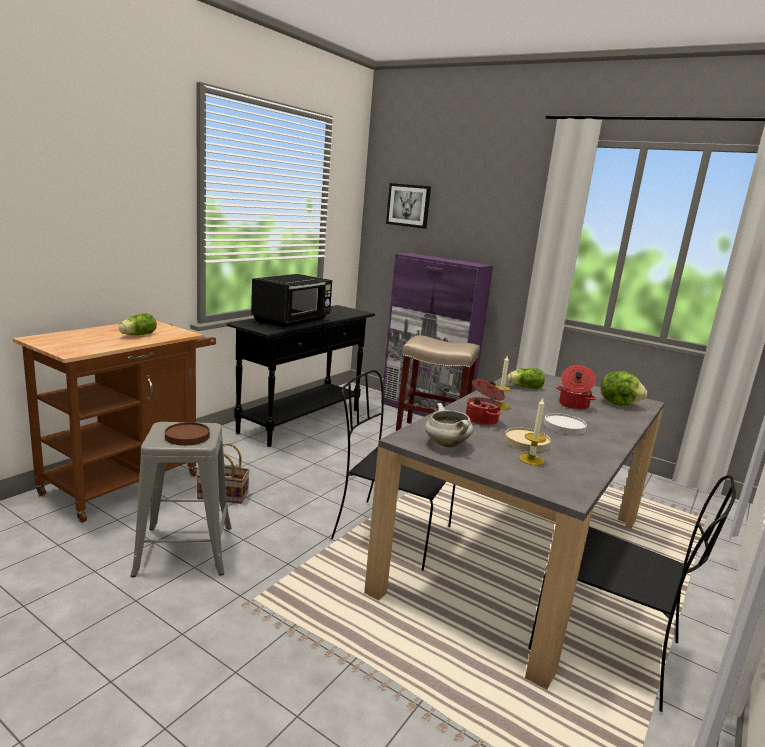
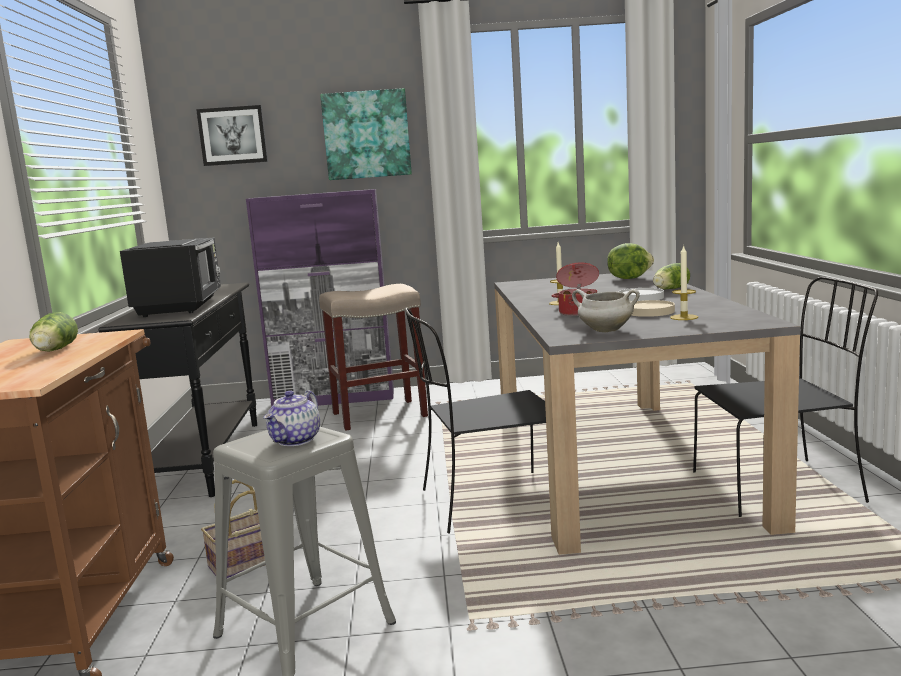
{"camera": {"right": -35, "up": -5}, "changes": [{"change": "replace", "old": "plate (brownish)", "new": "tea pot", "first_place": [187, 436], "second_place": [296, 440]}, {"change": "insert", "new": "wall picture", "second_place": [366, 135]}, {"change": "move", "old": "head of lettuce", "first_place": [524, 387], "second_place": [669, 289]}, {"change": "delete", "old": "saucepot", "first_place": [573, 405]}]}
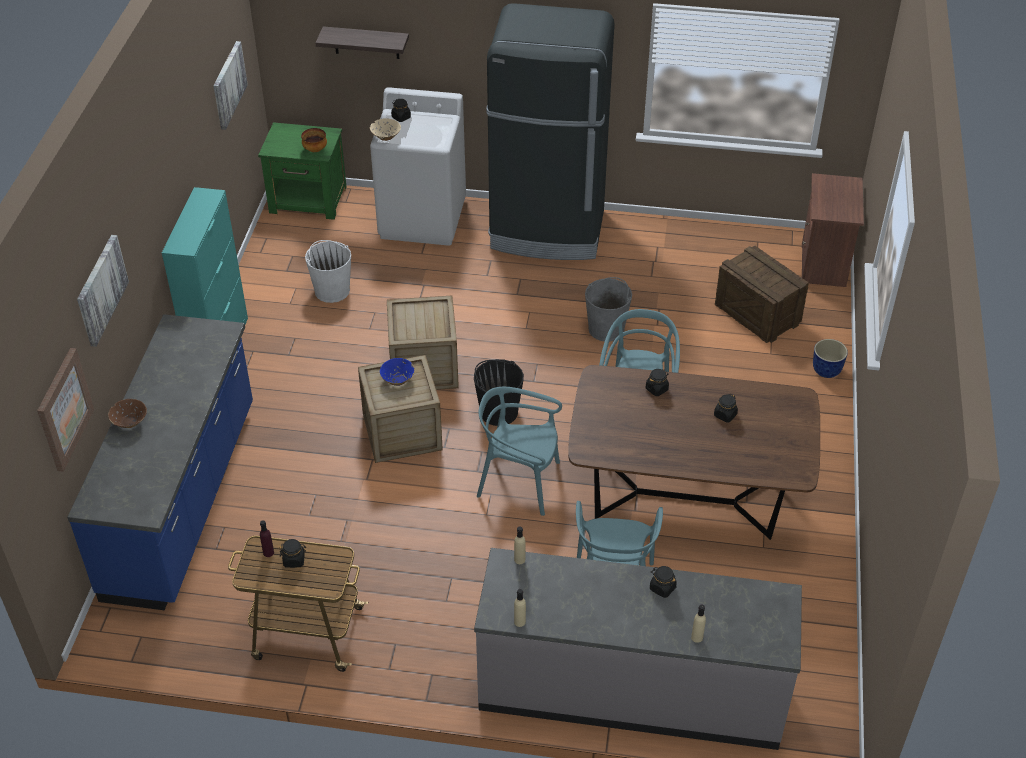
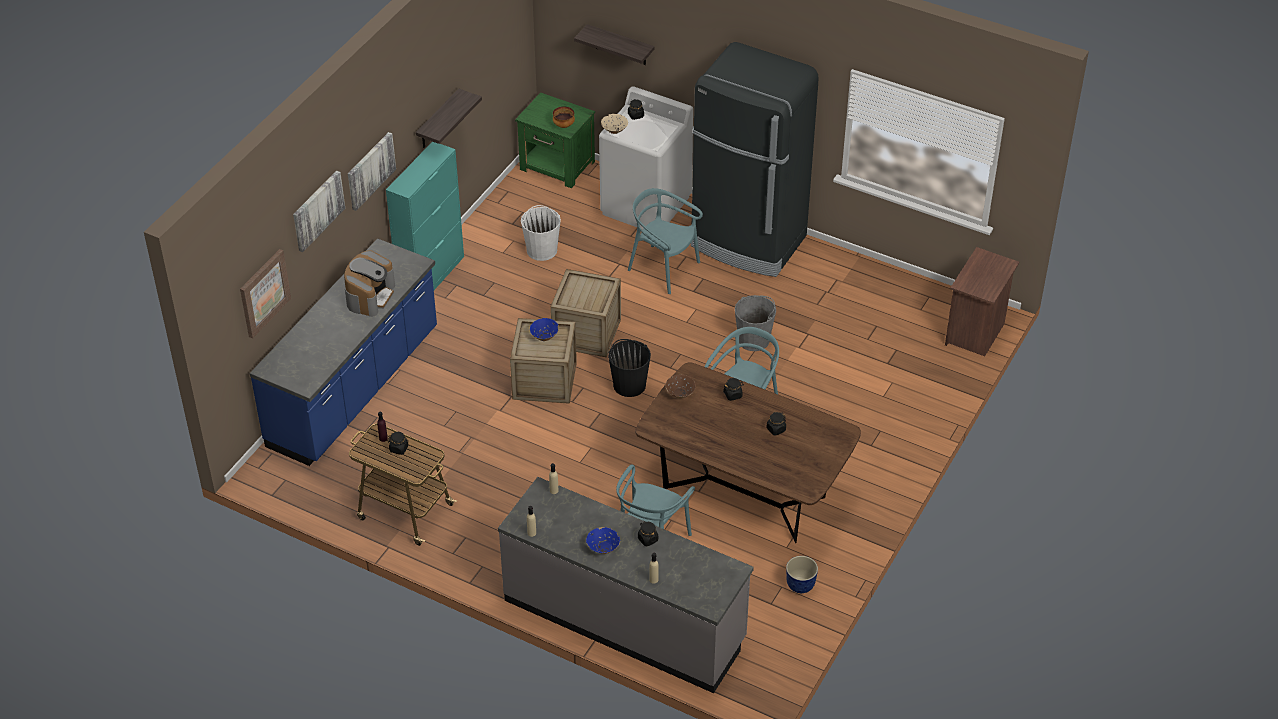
{"camera": {"right": 20, "up": 0}, "changes": [{"change": "insert", "new": "coffee brewer", "second_place": [370, 296]}, {"change": "move", "old": "wall picture", "first_place": [228, 84], "second_place": [370, 170]}, {"change": "insert", "new": "shelf", "second_place": [438, 120]}, {"change": "insert", "new": "serving bowl (blue-coloured)", "second_place": [603, 548]}, {"change": "move", "old": "upright chair (turquoise-coloured)", "first_place": [519, 482], "second_place": [663, 268]}, {"change": "move", "old": "serving bowl (brownish)", "first_place": [130, 422], "second_place": [680, 393]}, {"change": "move", "old": "flower pot", "first_place": [827, 371], "second_place": [801, 586]}, {"change": "delete", "old": "shipping crate", "first_place": [758, 314]}]}
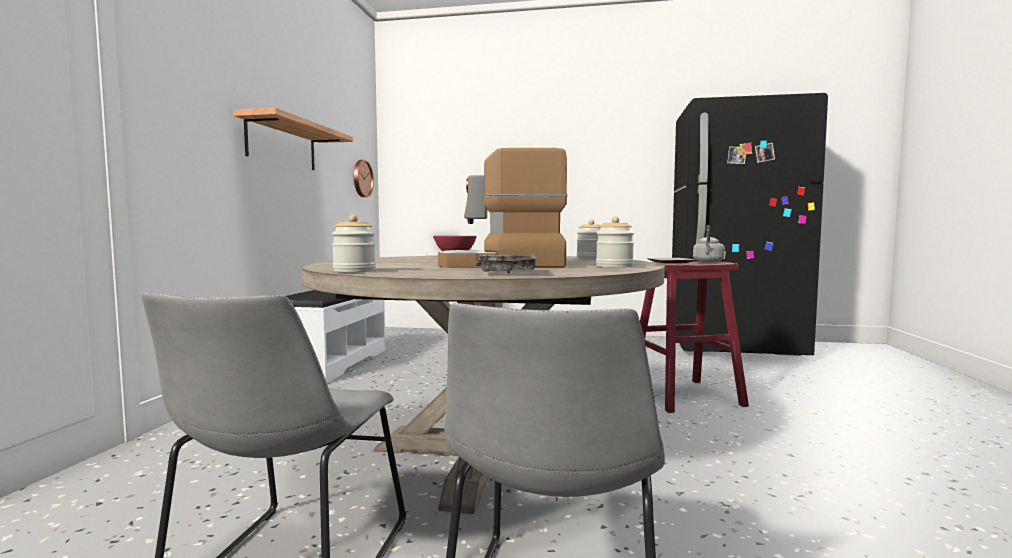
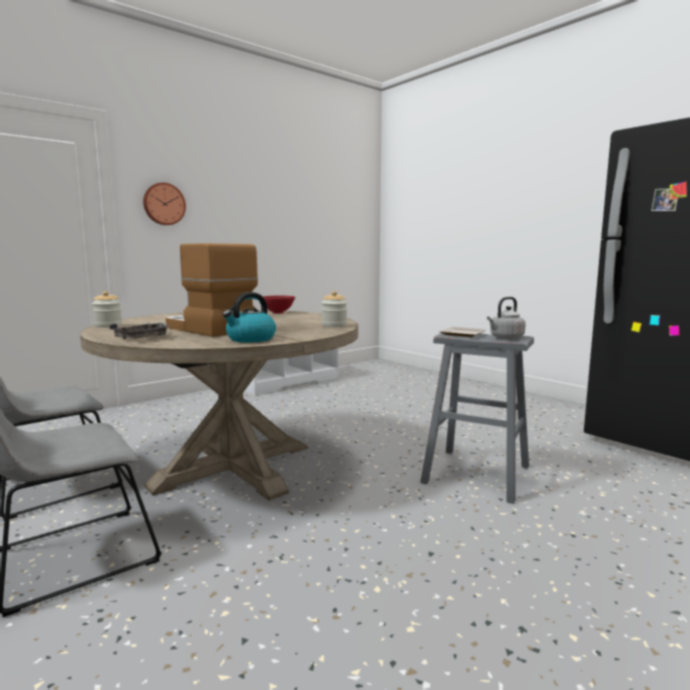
{"camera": {"right": 40, "up": 5}, "changes": [{"change": "move", "old": "wall clock", "first_place": [361, 178], "second_place": [164, 204]}, {"change": "replace", "old": "preserve jar", "new": "kettle", "first_place": [614, 266], "second_place": [250, 339]}, {"change": "recolor", "old": "stool seat (red)", "new": "stool seat (grey)", "first_place": [684, 395], "second_place": [477, 474]}, {"change": "delete", "old": "shelf", "first_place": [282, 144]}]}
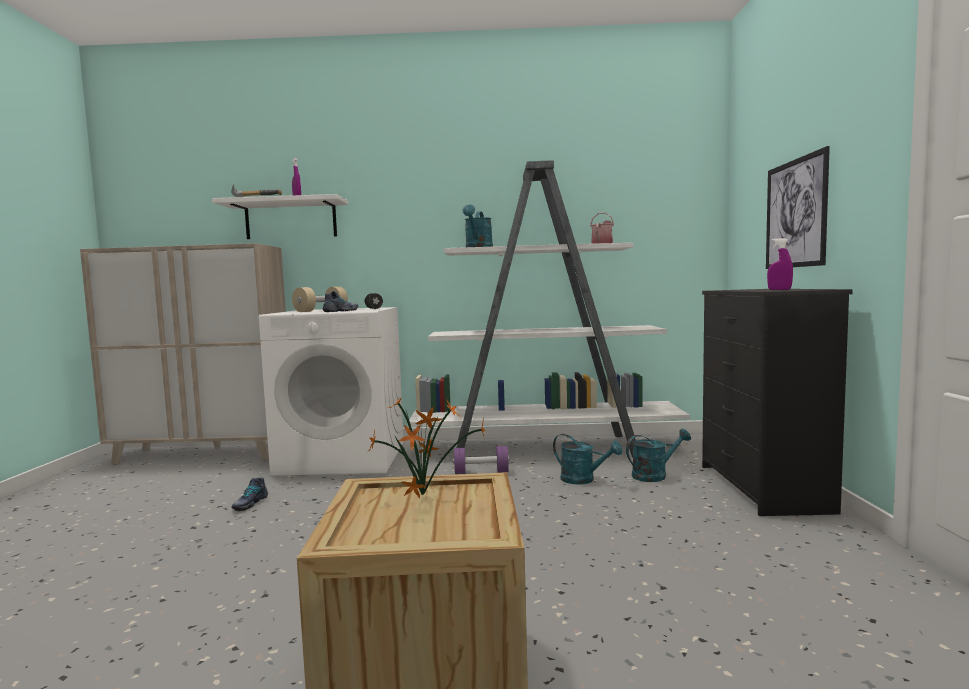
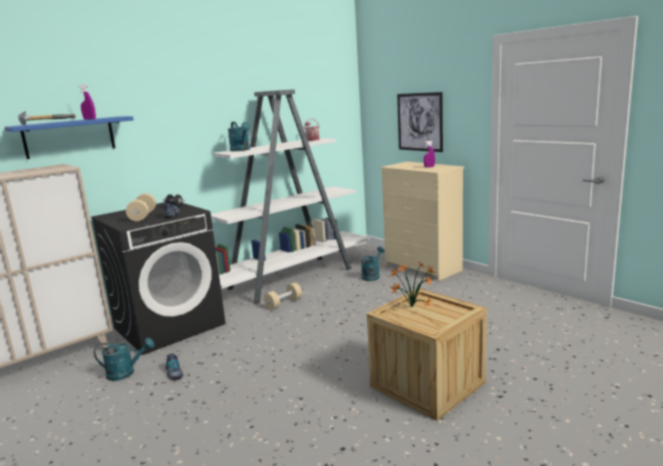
{"camera": {"right": -40, "up": 10}, "changes": [{"change": "recolor", "old": "shelf (whitish)", "new": "shelf (blue-coloured)", "first_place": [291, 220], "second_place": [69, 137]}, {"change": "recolor", "old": "laundry appliance (whitish)", "new": "laundry appliance (black-coloured)", "first_place": [344, 457], "second_place": [170, 325]}, {"change": "move", "old": "sprinkling can (turquoise-coloured)", "first_place": [583, 480], "second_place": [126, 373]}, {"change": "recolor", "old": "free weight (purplish)", "new": "free weight (sand-coloured)", "first_place": [481, 472], "second_place": [284, 303]}, {"change": "recolor", "old": "chest of drawers (black-coloured)", "new": "chest of drawers (sand-coloured)", "first_place": [762, 488], "second_place": [423, 268]}]}
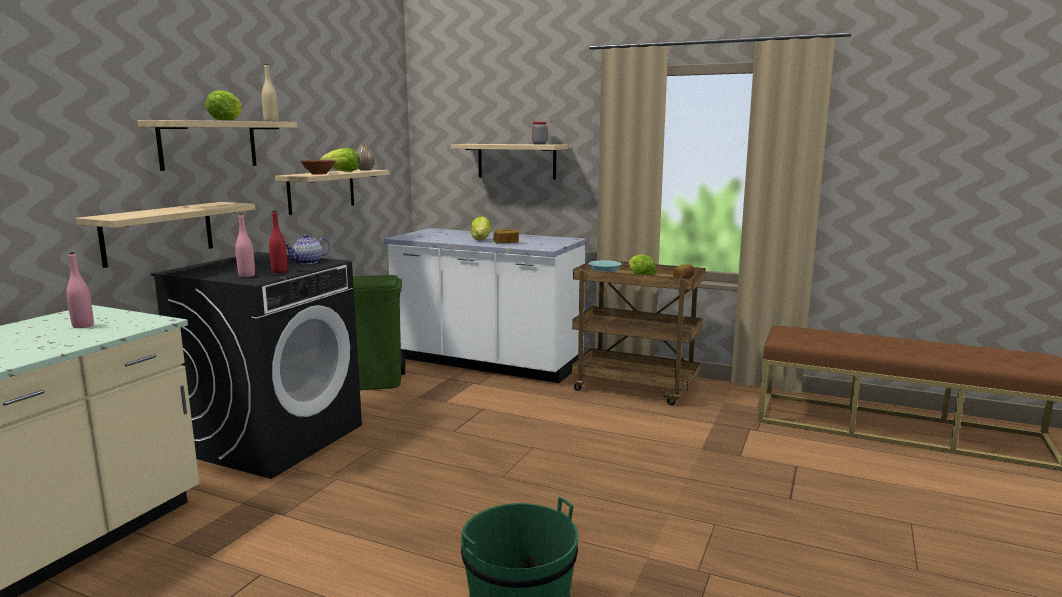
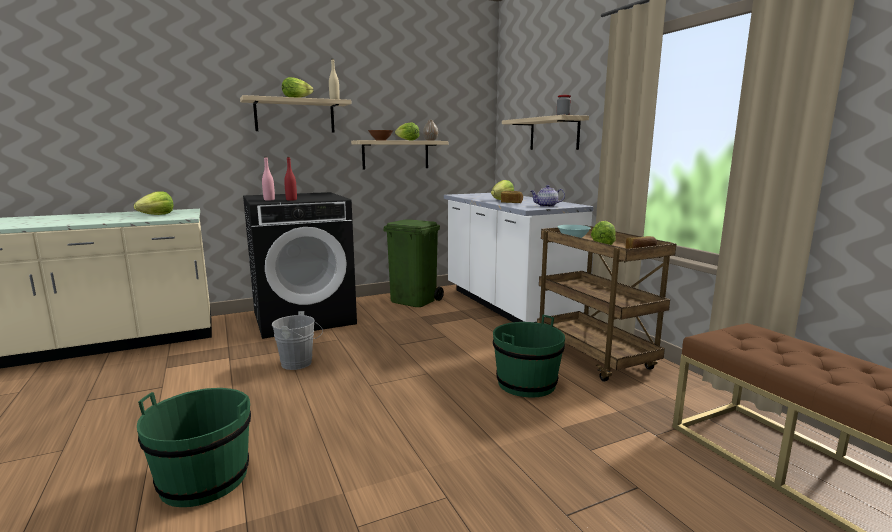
{"camera": {"right": 40, "up": 0}, "changes": [{"change": "replace", "old": "bottle (pink)", "new": "head of lettuce", "first_place": [83, 326], "second_place": [157, 215]}, {"change": "insert", "new": "pail (grey)", "second_place": [300, 363]}, {"change": "insert", "new": "pail (green)", "second_place": [526, 384]}, {"change": "move", "old": "tea pot", "first_place": [308, 262], "second_place": [546, 206]}, {"change": "delete", "old": "shelf", "first_place": [158, 233]}]}
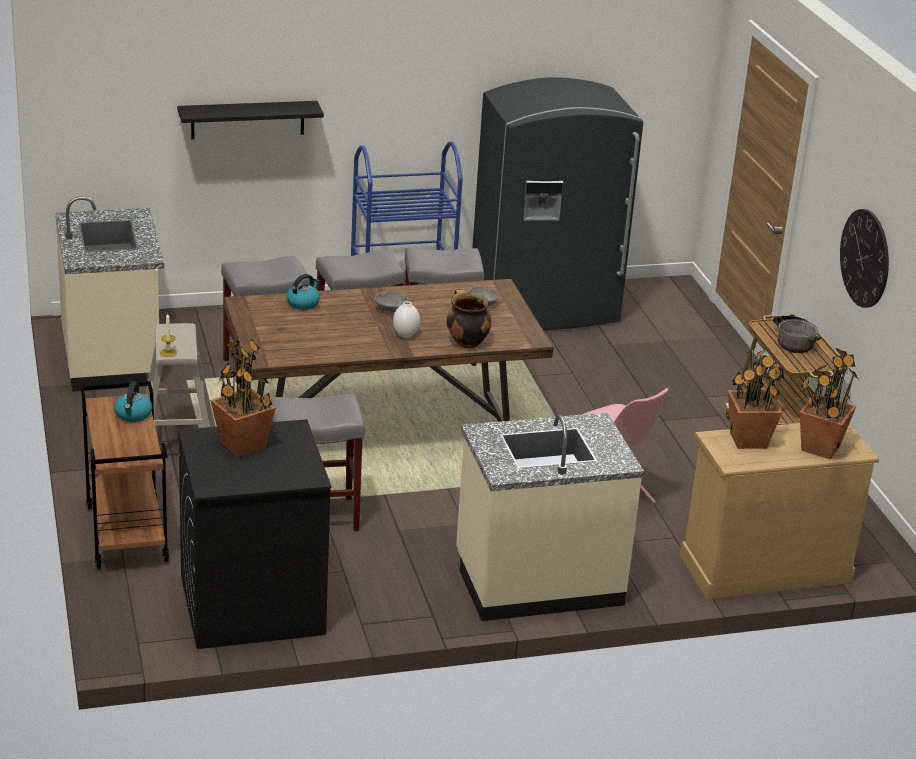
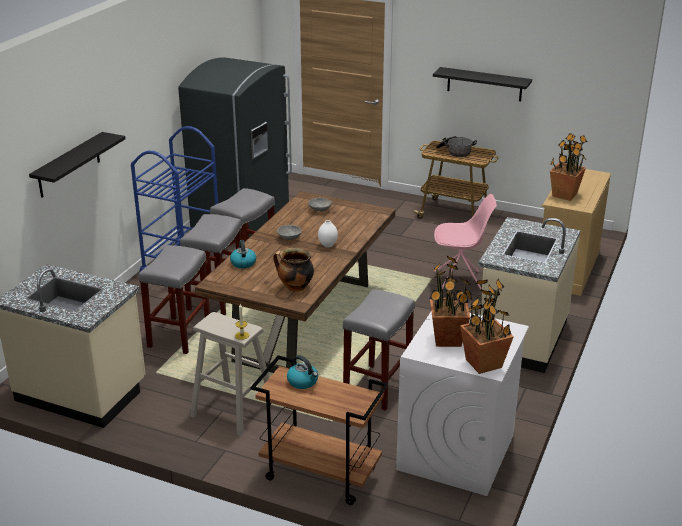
{"camera": {"right": -50, "up": 0}, "changes": [{"change": "move", "old": "saucepot", "first_place": [466, 342], "second_place": [295, 287]}, {"change": "recolor", "old": "laundry appliance (black-coloured)", "new": "laundry appliance (whitish)", "first_place": [251, 605], "second_place": [456, 452]}, {"change": "replace", "old": "wall clock", "new": "shelf (black-coloured)", "first_place": [865, 258], "second_place": [484, 84]}, {"change": "move", "old": "plant in a pot", "first_place": [820, 448], "second_place": [483, 364]}]}
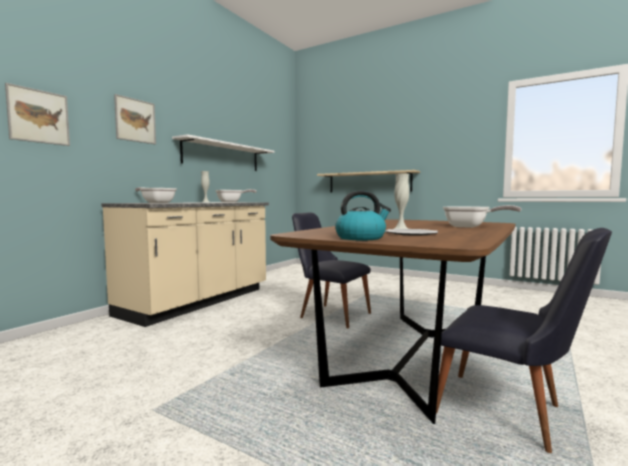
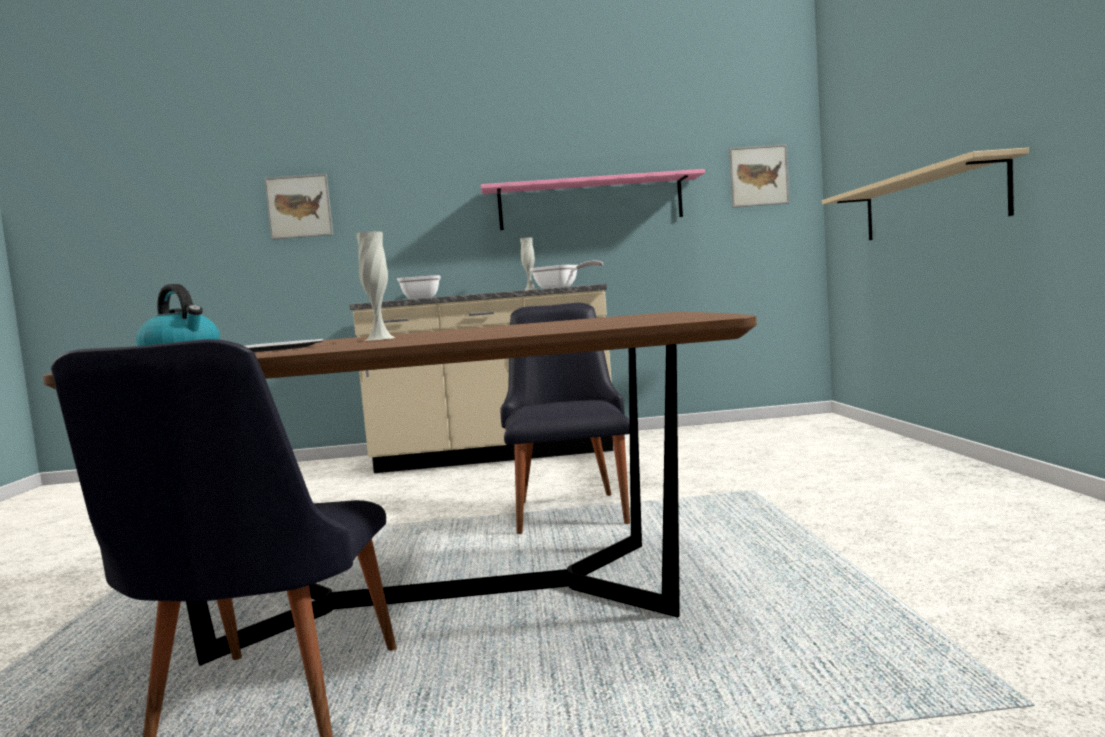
{"camera": {"right": 55, "up": 0}, "changes": [{"change": "recolor", "old": "shelf (whitish)", "new": "shelf (pink)", "first_place": [222, 156], "second_place": [590, 203]}, {"change": "move", "old": "wall picture", "first_place": [135, 120], "second_place": [758, 176]}, {"change": "delete", "old": "frying pan", "first_place": [470, 227]}]}
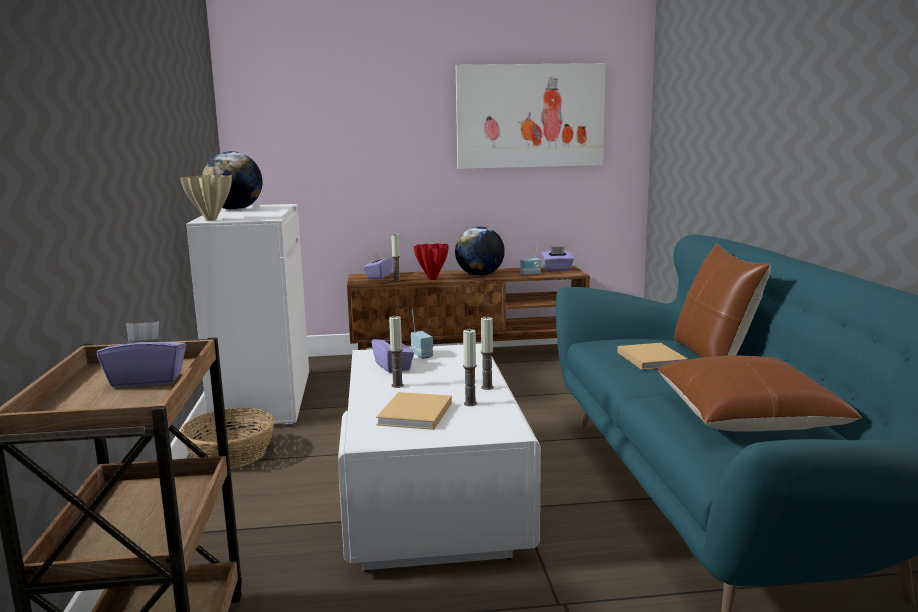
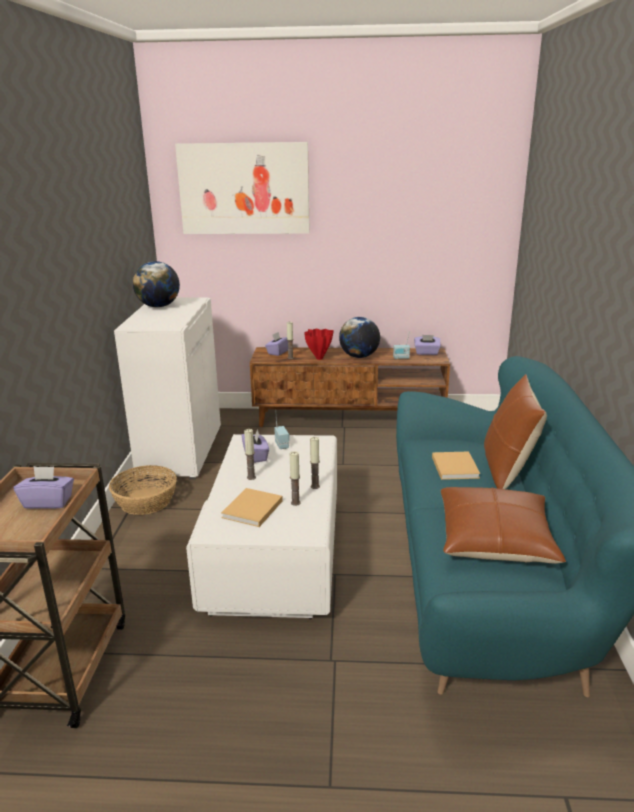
{"camera": {"right": 10, "up": 10}, "changes": [{"change": "move", "old": "wall picture", "first_place": [530, 116], "second_place": [244, 189]}, {"change": "delete", "old": "vase (sand-coloured)", "first_place": [210, 220]}]}
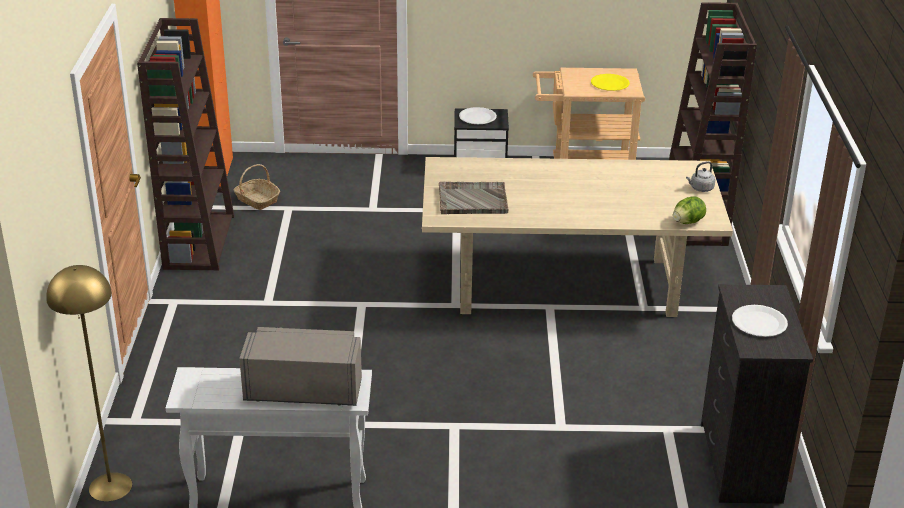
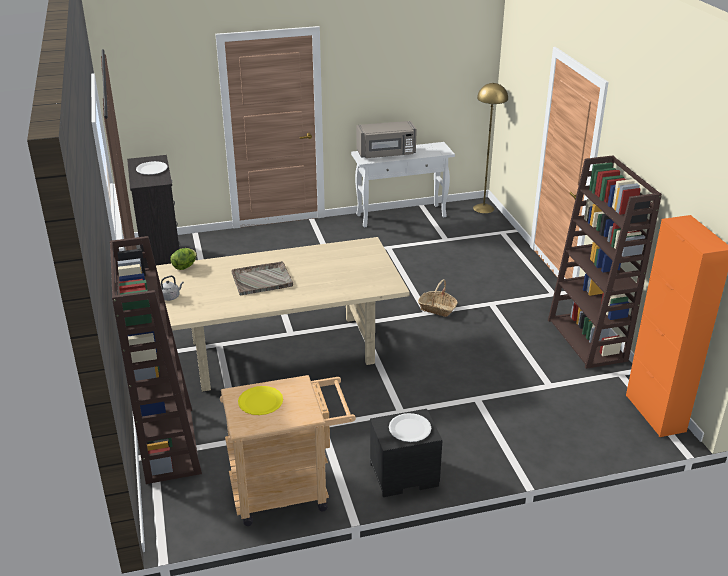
{"camera": {"right": 165, "up": 0}, "changes": [{"change": "move", "old": "carrying tray (grey)", "first_place": [472, 200], "second_place": [262, 279]}, {"change": "move", "old": "household basket", "first_place": [257, 200], "second_place": [437, 308]}]}
